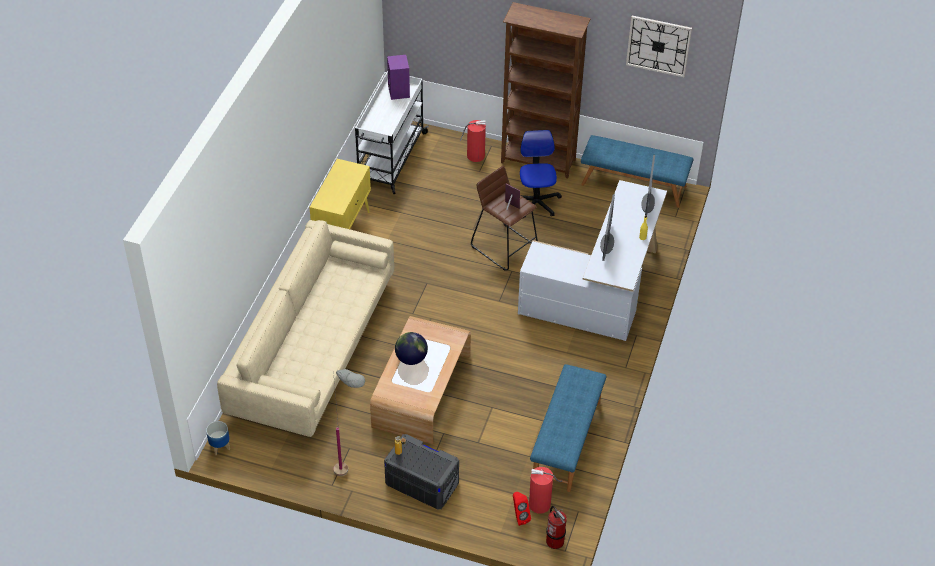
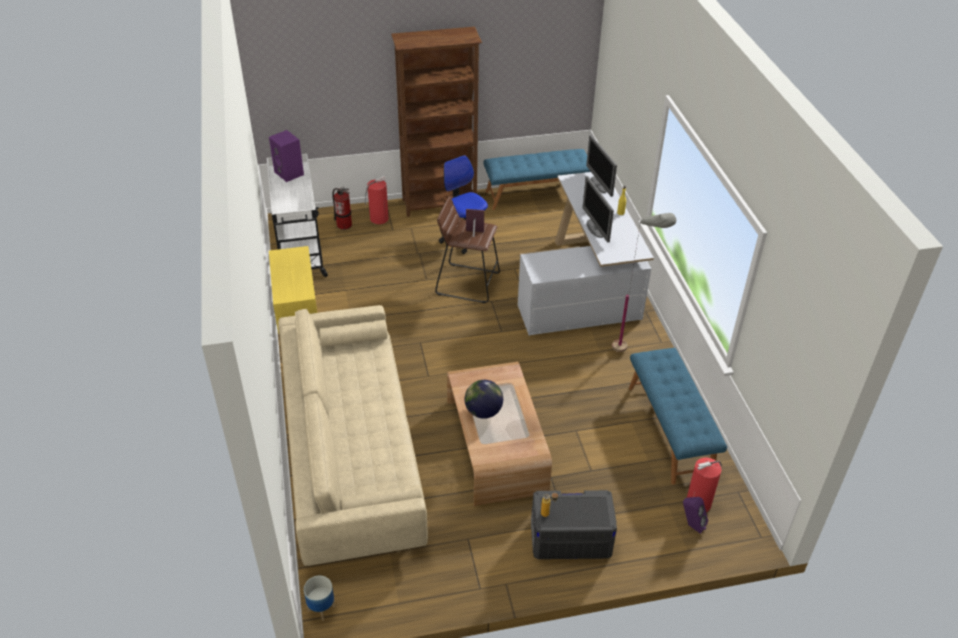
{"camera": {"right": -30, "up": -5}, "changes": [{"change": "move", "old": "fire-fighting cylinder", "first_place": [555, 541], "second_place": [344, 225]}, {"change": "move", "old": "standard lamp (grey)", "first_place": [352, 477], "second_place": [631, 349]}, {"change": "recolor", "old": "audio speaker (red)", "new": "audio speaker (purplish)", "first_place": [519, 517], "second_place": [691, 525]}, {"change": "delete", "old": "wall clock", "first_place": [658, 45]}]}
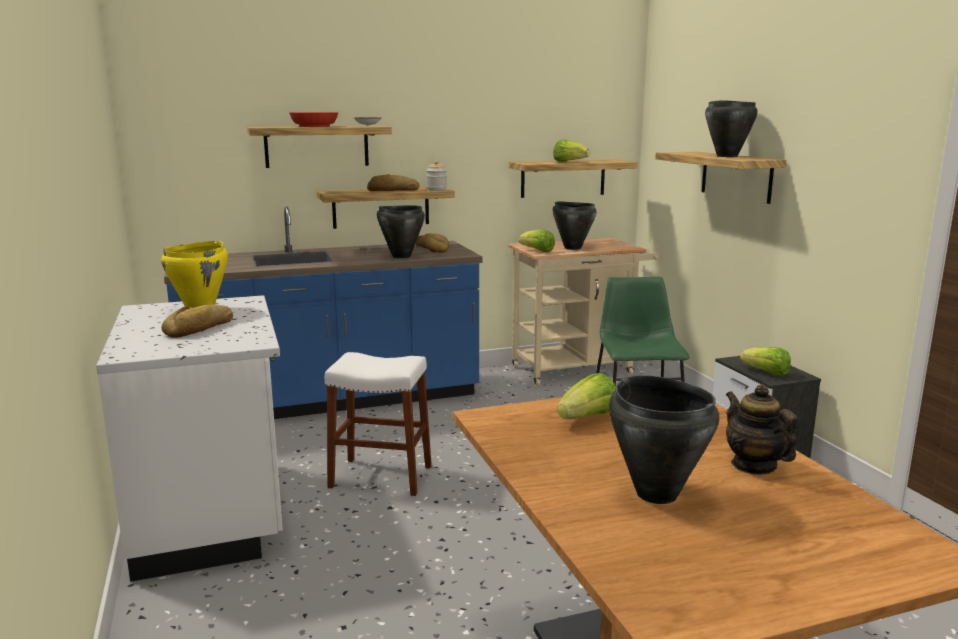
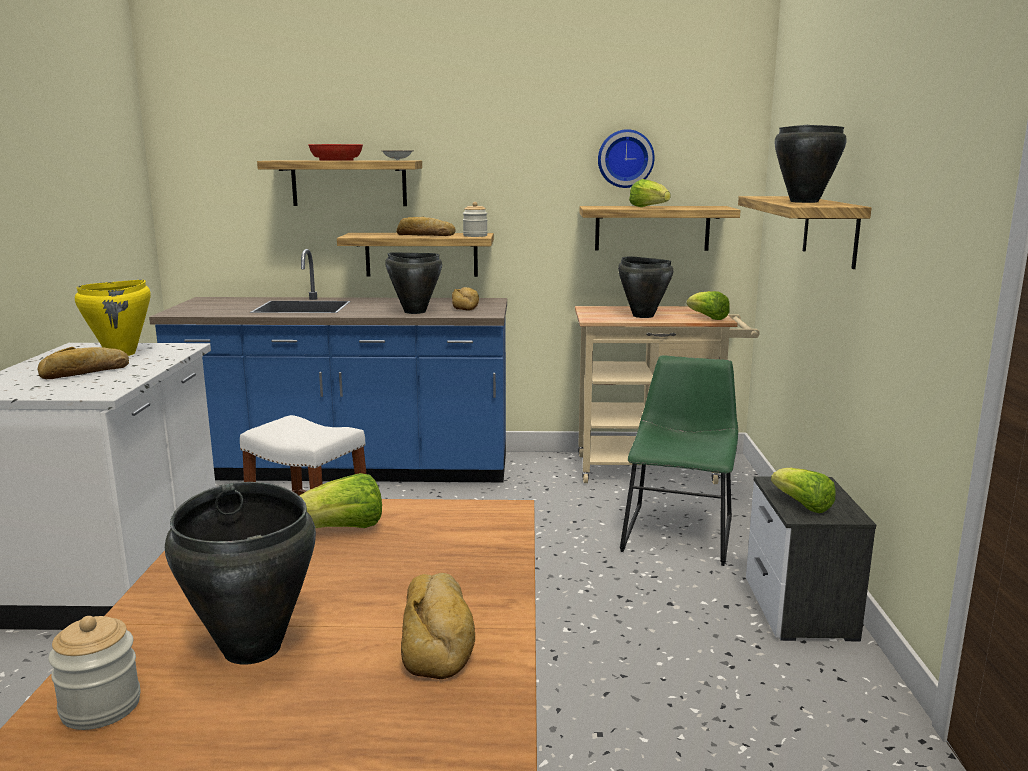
{"camera": {"right": 20, "up": 0}, "changes": [{"change": "insert", "new": "preserve jar", "second_place": [101, 707]}, {"change": "replace", "old": "tea pot", "new": "baked bread", "first_place": [753, 465], "second_place": [438, 634]}, {"change": "insert", "new": "wall clock", "second_place": [625, 158]}, {"change": "move", "old": "head of lettuce", "first_place": [537, 251], "second_place": [707, 318]}]}
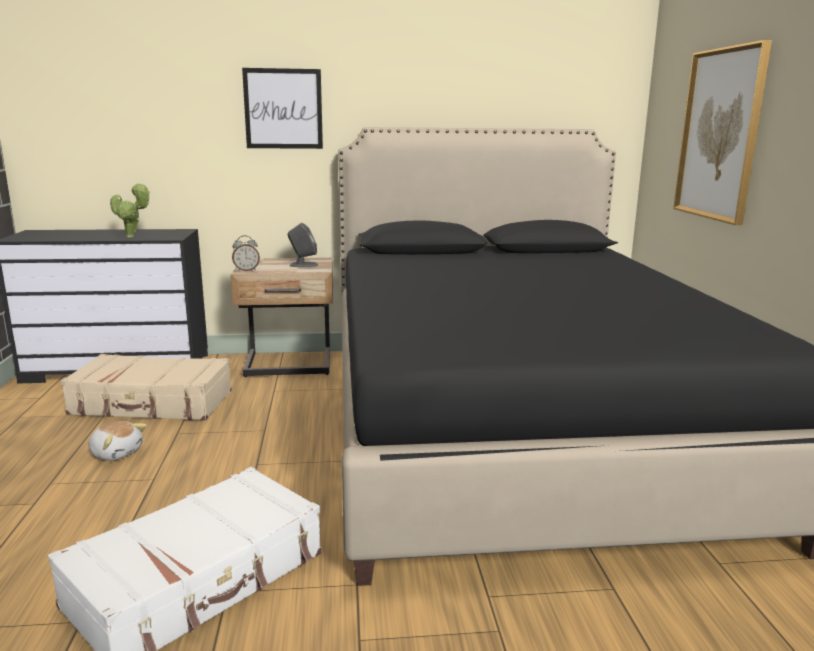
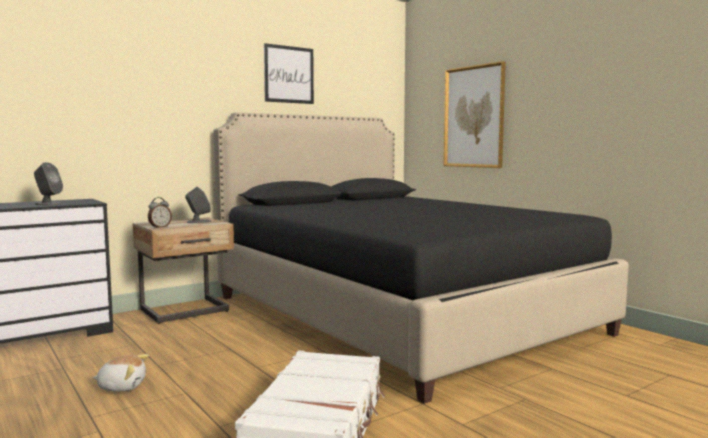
{"camera": {"right": -30, "up": -10}, "changes": [{"change": "replace", "old": "plant in a pot", "new": "audio speaker (grey)", "first_place": [132, 236], "second_place": [49, 204]}, {"change": "move", "old": "wall picture", "first_place": [283, 109], "second_place": [289, 74]}, {"change": "delete", "old": "travel case (sand-coloured)", "first_place": [152, 403]}]}
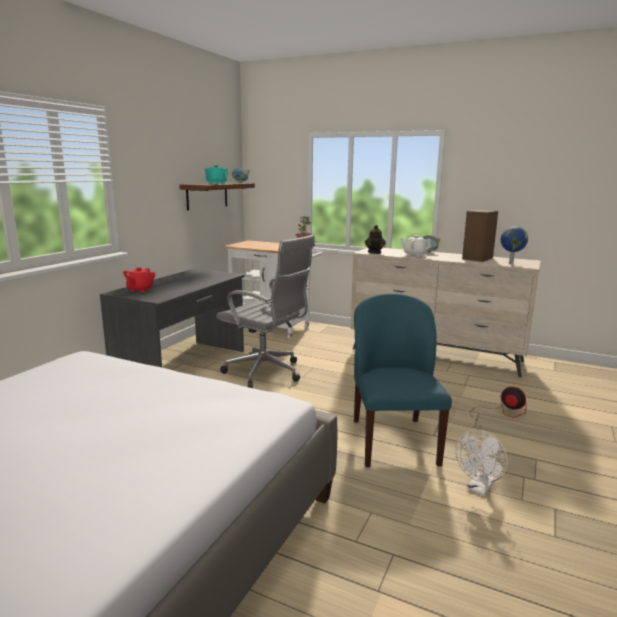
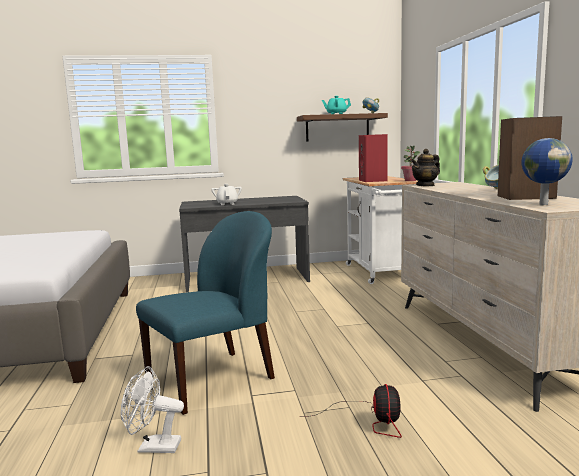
{"camera": {"right": 55, "up": -5}, "changes": [{"change": "move", "old": "tea pot (whitish)", "first_place": [414, 255], "second_place": [227, 204]}, {"change": "insert", "new": "audio speaker (red)", "second_place": [373, 180]}, {"change": "delete", "old": "tea pot (red)", "first_place": [140, 290]}, {"change": "delete", "old": "office chair (grey)", "first_place": [267, 373]}]}
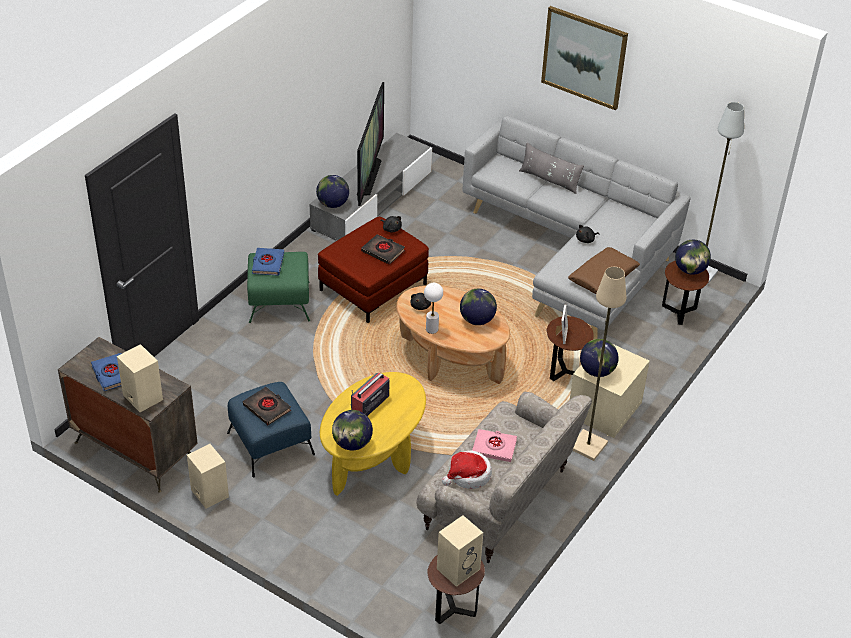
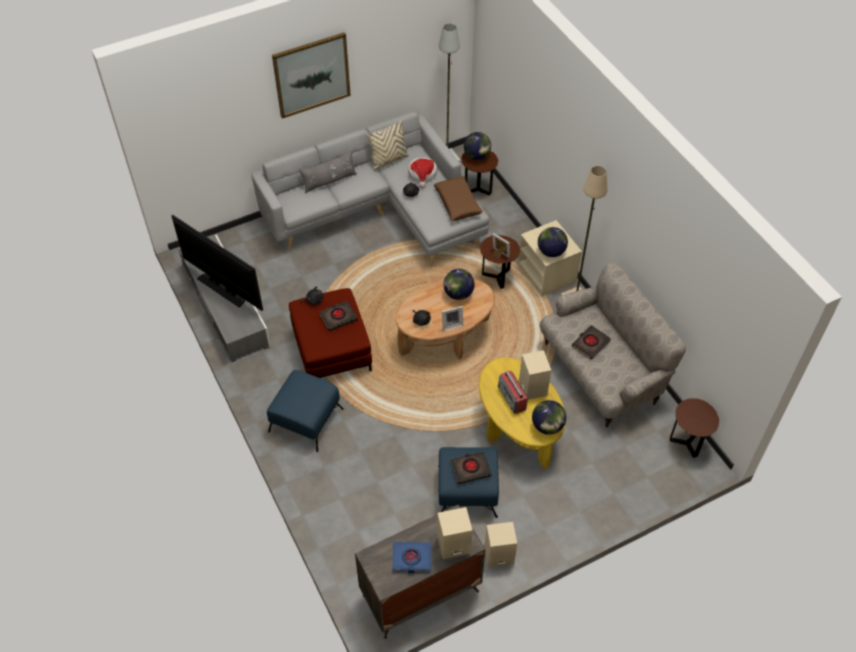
{"camera": {"right": -60, "up": 10}, "changes": [{"change": "recolor", "old": "ottoman (green)", "new": "ottoman (blue-coloured)", "first_place": [279, 301], "second_place": [305, 420]}, {"change": "insert", "new": "pillow (sand-coloured)", "second_place": [388, 160]}, {"change": "move", "old": "clothing hat", "first_place": [468, 475], "second_place": [422, 174]}, {"change": "replace", "old": "lamp for a table (whitish)", "new": "photo frame", "first_place": [432, 329], "second_place": [451, 325]}, {"change": "move", "old": "audio speaker (sand-coloured)", "first_place": [458, 568], "second_place": [532, 387]}, {"change": "recolor", "old": "bound book (pink)", "new": "bound book (black-coloured)", "first_place": [494, 447], "second_place": [590, 344]}, {"change": "delete", "old": "bound book (blue-coloured)", "first_place": [267, 264]}, {"change": "delete", "old": "world globe", "first_place": [333, 204]}]}
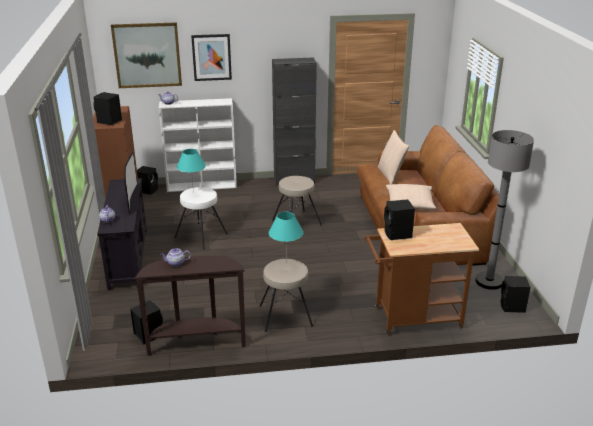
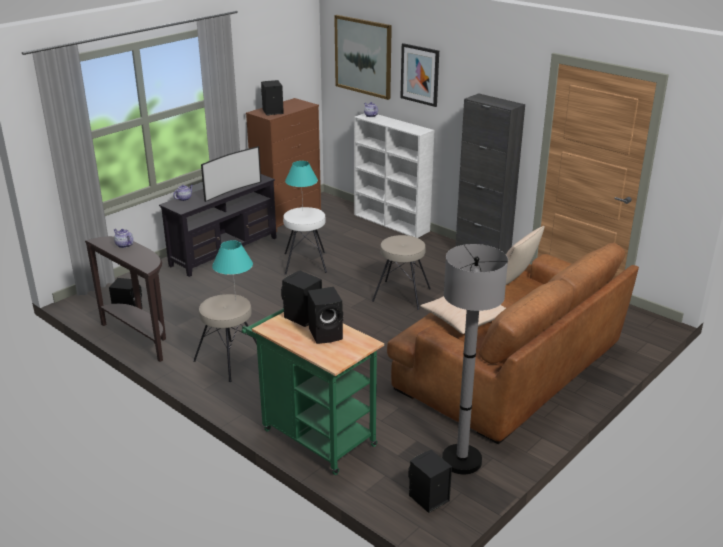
{"camera": {"right": 50, "up": 0}, "changes": [{"change": "recolor", "old": "cart (brownish)", "new": "cart (green)", "first_place": [412, 319], "second_place": [313, 435]}, {"change": "move", "old": "audio speaker (black-coloured)", "first_place": [148, 190], "second_place": [327, 334]}]}
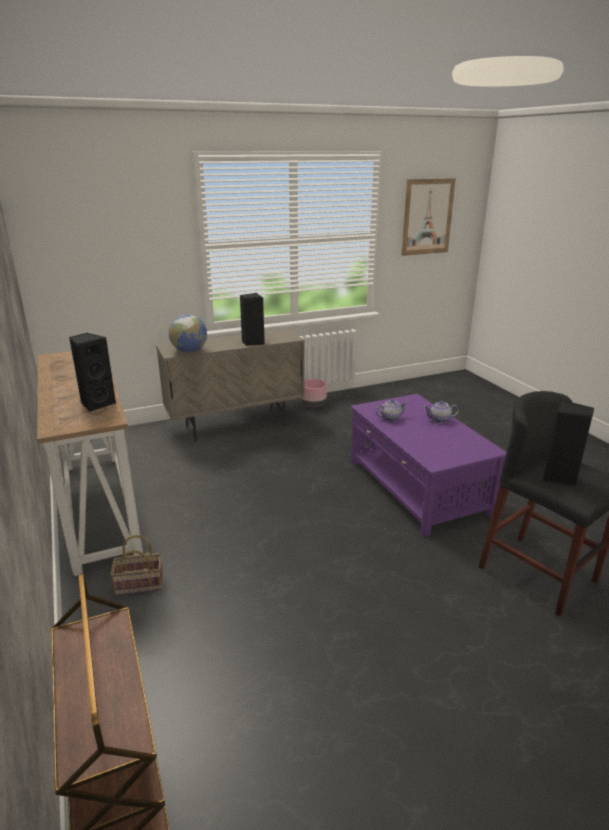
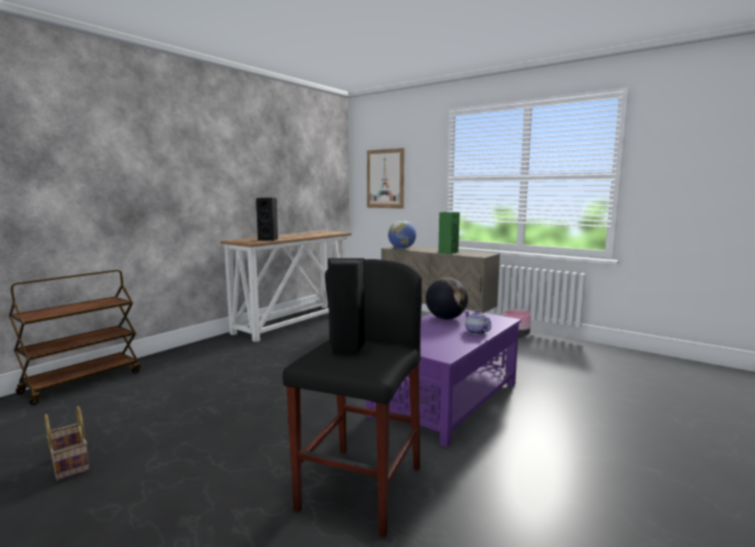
{"camera": {"right": 60, "up": -15}, "changes": [{"change": "move", "old": "household basket", "first_place": [138, 585], "second_place": [68, 464]}, {"change": "move", "old": "wall picture", "first_place": [427, 217], "second_place": [385, 179]}, {"change": "replace", "old": "tea pot", "new": "world globe", "first_place": [390, 418], "second_place": [446, 318]}, {"change": "recolor", "old": "audio speaker (black-coloured)", "new": "audio speaker (green)", "first_place": [252, 342], "second_place": [447, 252]}]}
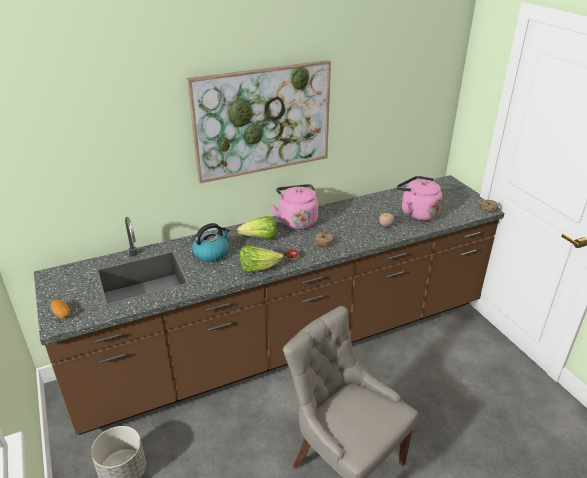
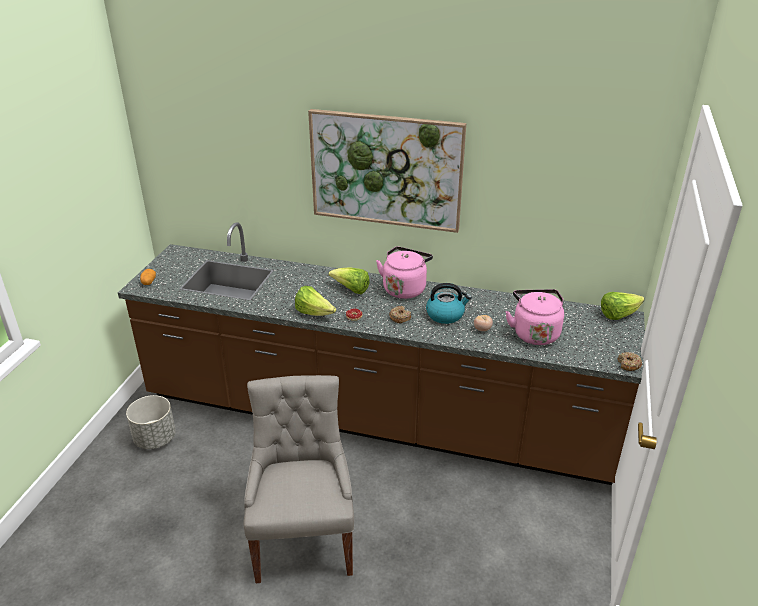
{"camera": {"right": 40, "up": 0}, "changes": [{"change": "move", "old": "kettle", "first_place": [211, 253], "second_place": [445, 315]}, {"change": "insert", "new": "head of lettuce", "second_place": [618, 315]}]}
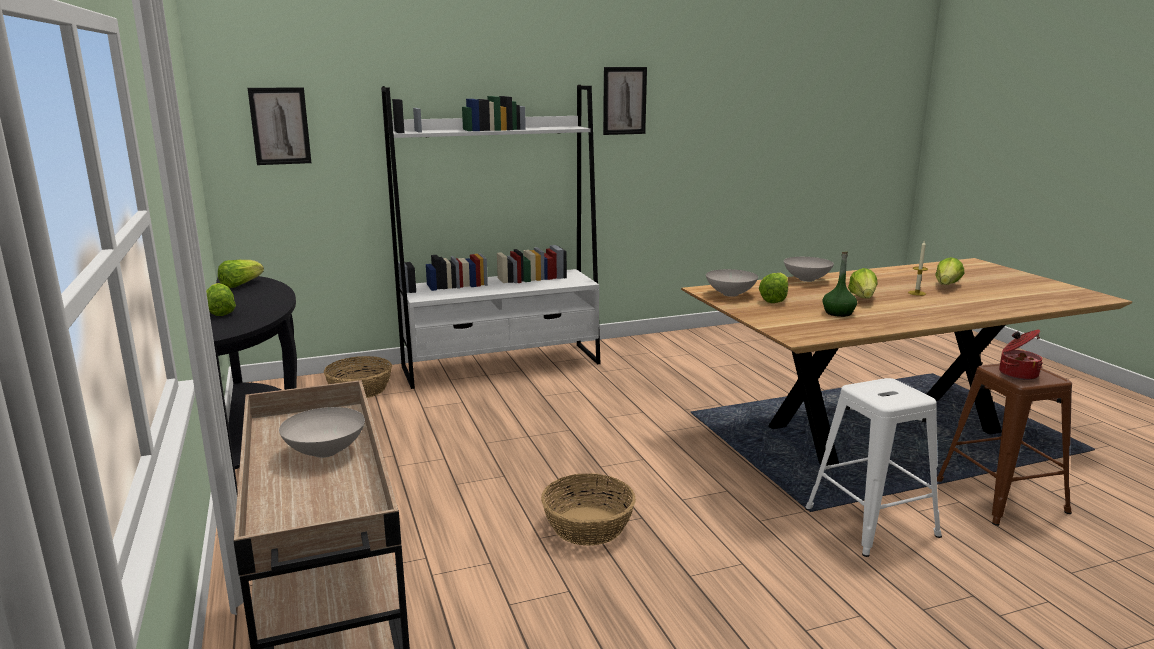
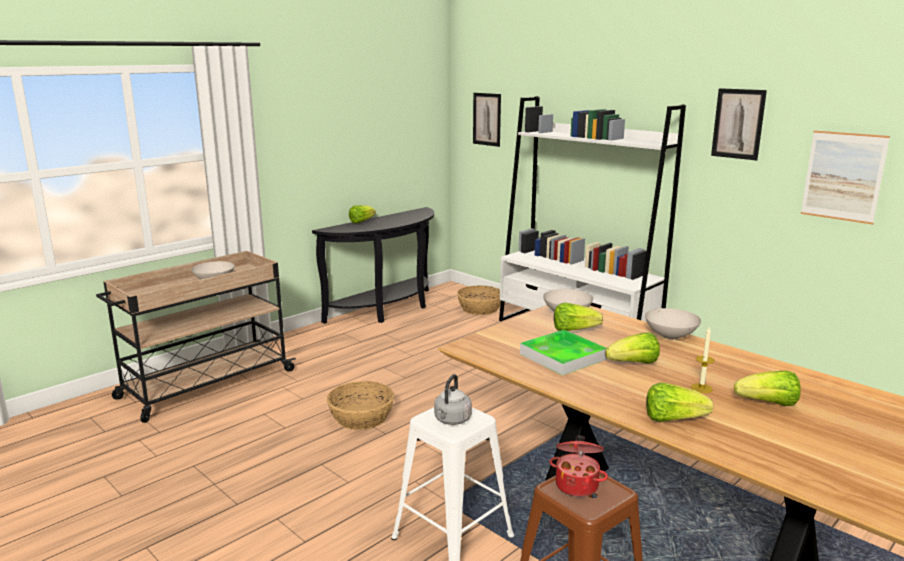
{"camera": {"right": 65, "up": 0}, "changes": [{"change": "insert", "new": "kettle (grey)", "second_place": [451, 420]}, {"change": "replace", "old": "bottle (green)", "new": "carrying tray", "first_place": [838, 313], "second_place": [562, 356]}, {"change": "move", "old": "head of lettuce", "first_place": [240, 285], "second_place": [673, 419]}, {"change": "insert", "new": "wall picture", "second_place": [843, 176]}]}
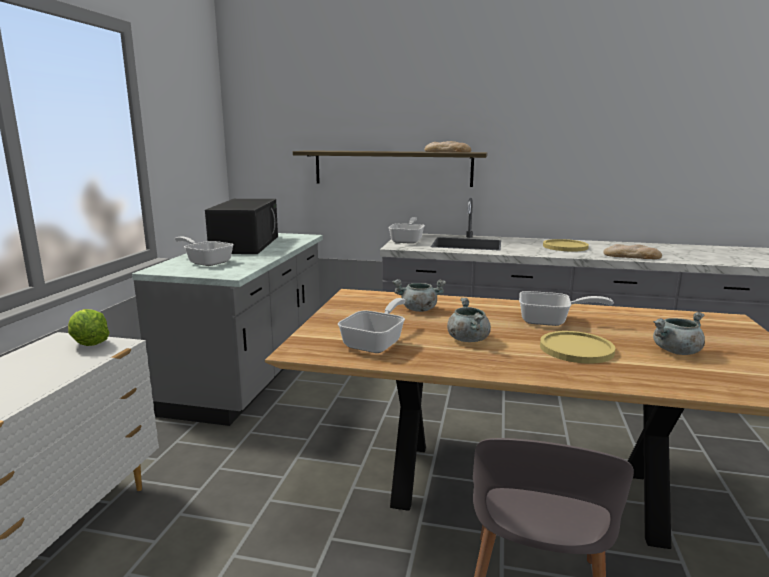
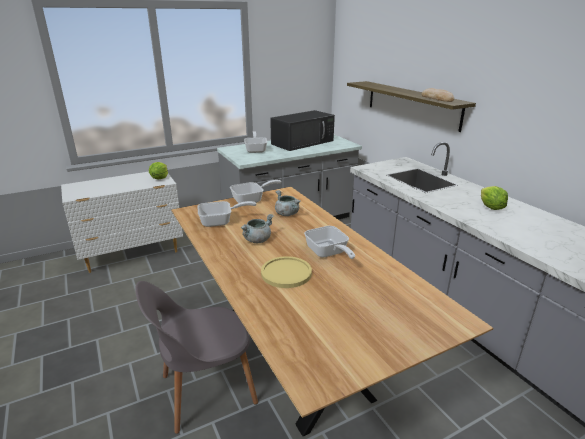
{"camera": {"right": 50, "up": 10}, "changes": [{"change": "move", "old": "frying pan", "first_place": [408, 240], "second_place": [251, 200]}, {"change": "replace", "old": "plate (yellow)", "new": "head of lettuce", "first_place": [565, 247], "second_place": [490, 208]}, {"change": "delete", "old": "baked bread", "first_place": [631, 256]}, {"change": "delete", "old": "saucepot (grey)", "first_place": [676, 352]}]}
